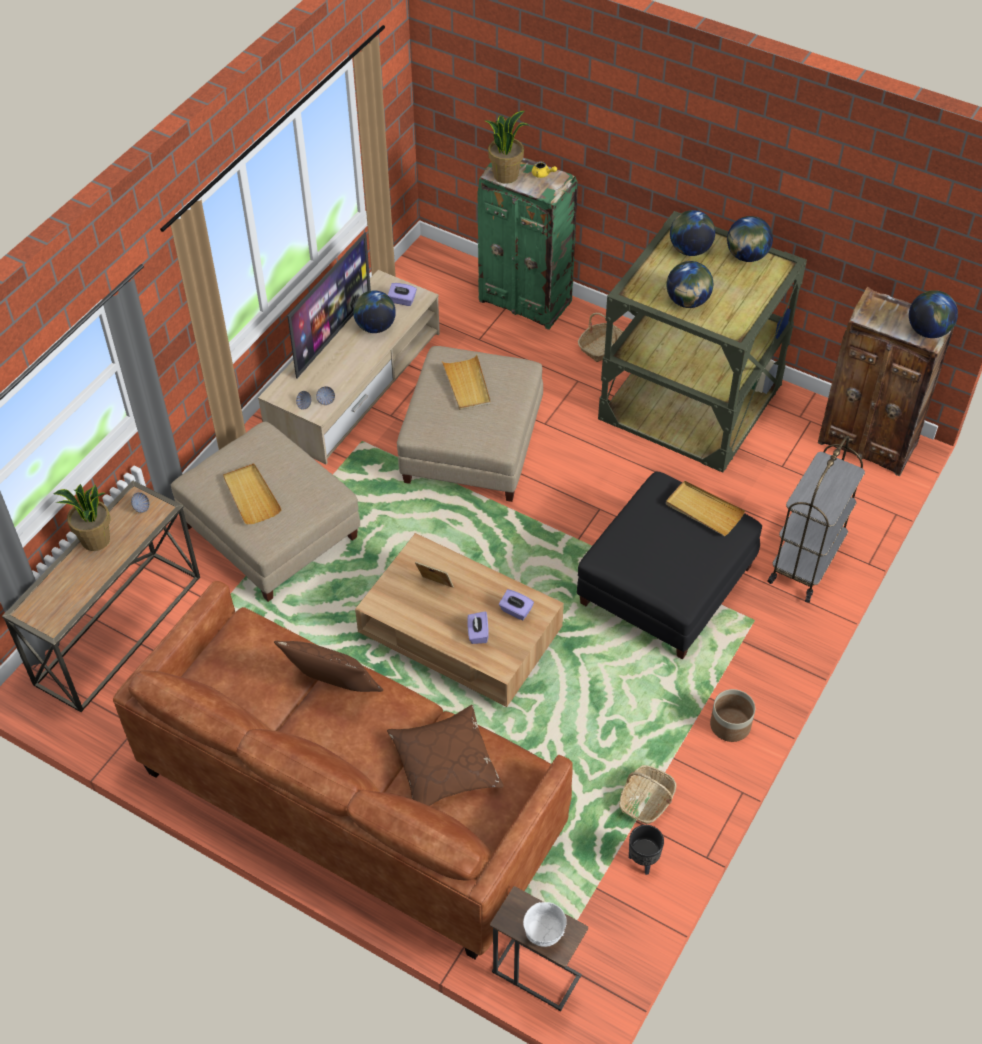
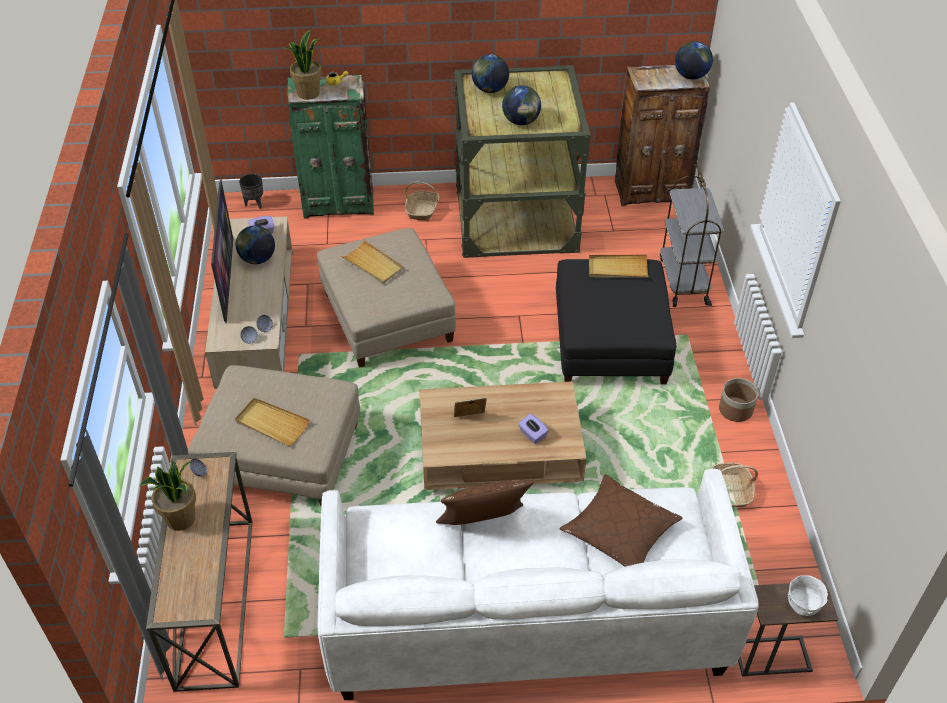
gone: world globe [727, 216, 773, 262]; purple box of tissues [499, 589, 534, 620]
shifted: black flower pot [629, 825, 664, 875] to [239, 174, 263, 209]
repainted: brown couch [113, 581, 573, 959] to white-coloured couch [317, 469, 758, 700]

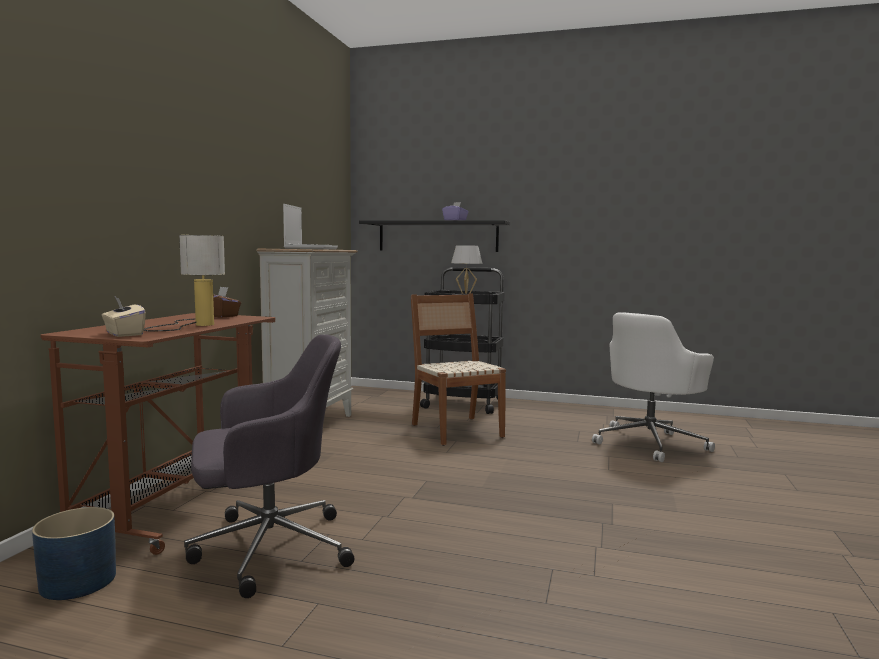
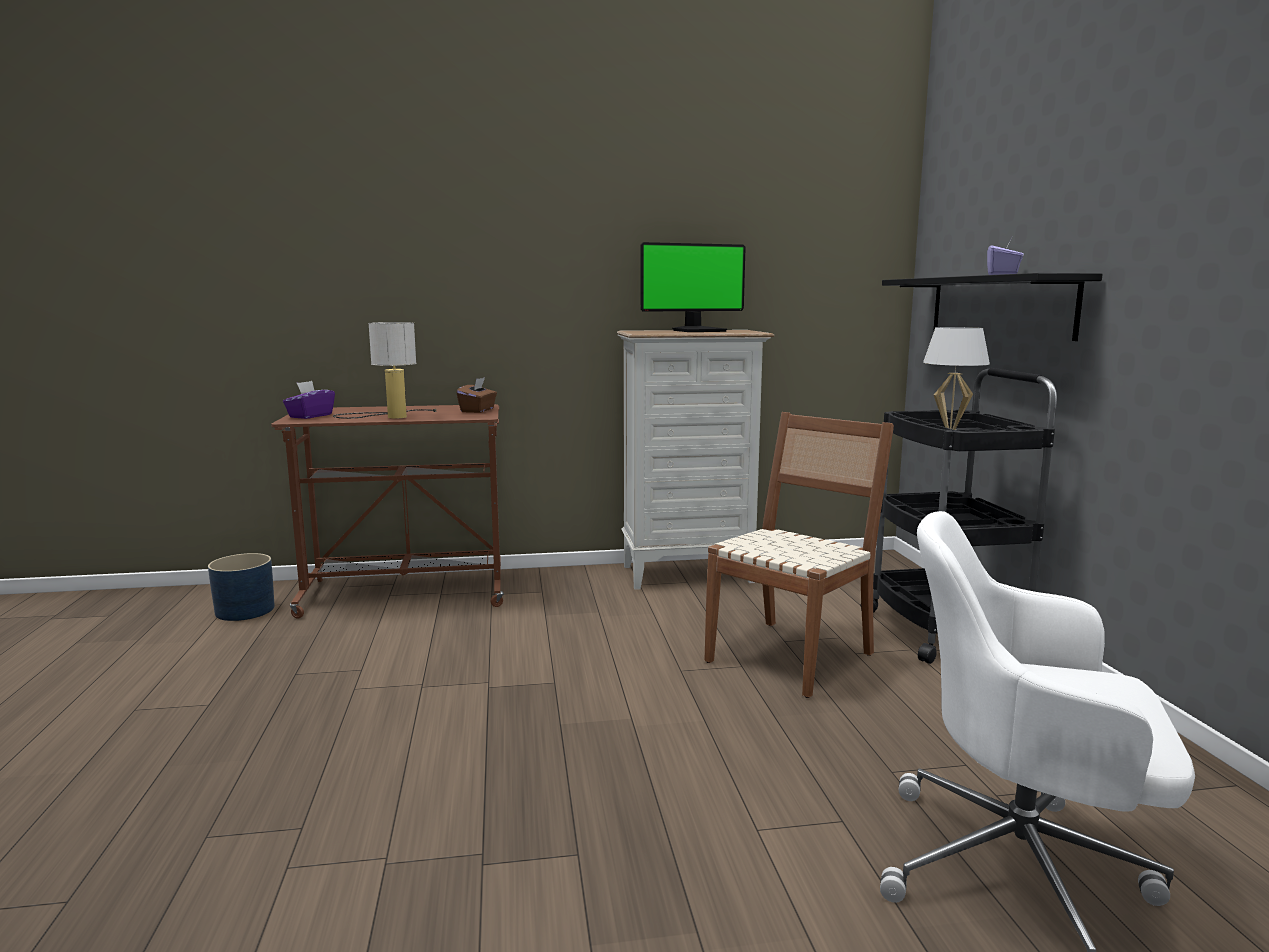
gone: greyish computer chair [184, 334, 354, 598]
swapped: notebook computer [283, 204, 338, 249] to computer display [640, 242, 746, 332]
repainted: beige box of tissues [102, 297, 146, 337] to purple box of tissues [283, 381, 335, 419]

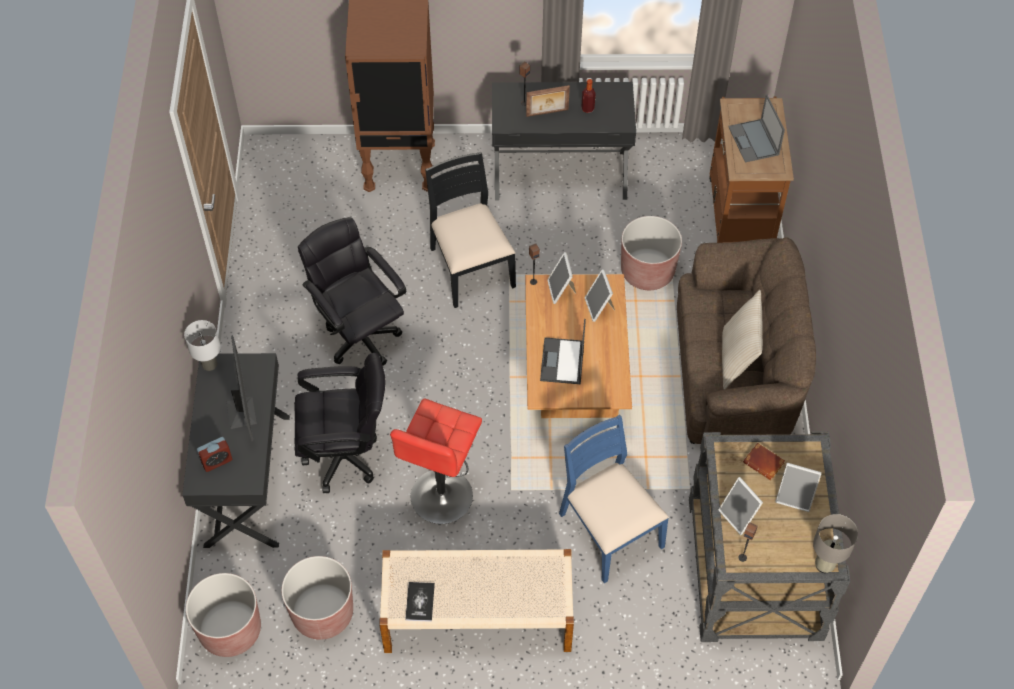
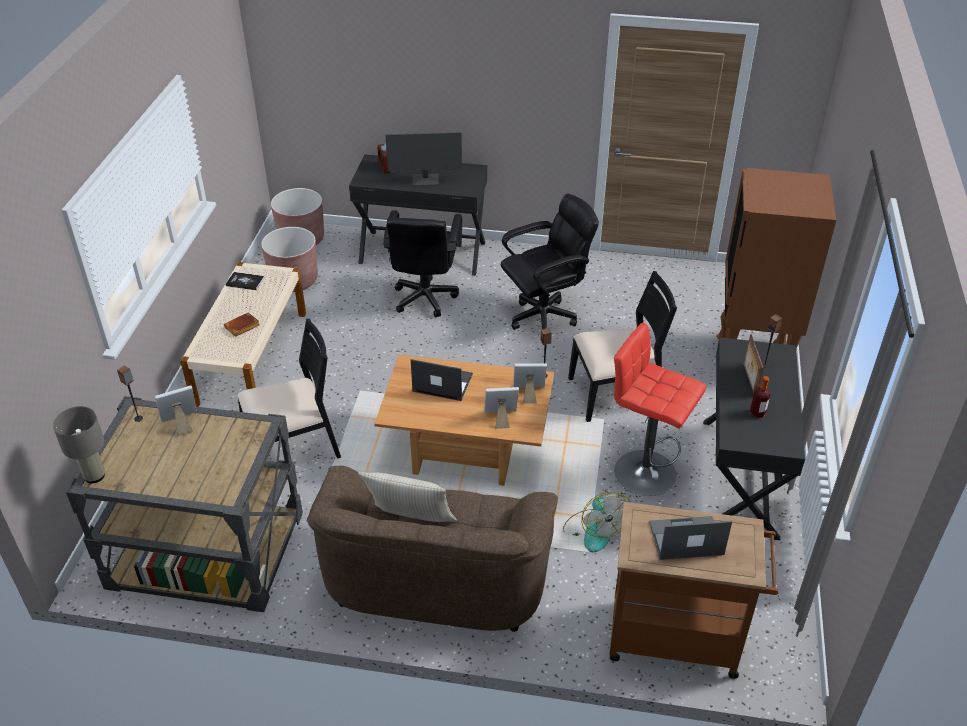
gone: white-coloured table lamp [184, 320, 221, 371]; picture frame [775, 462, 822, 512]
shifted: red stool [390, 398, 482, 524] to [614, 323, 707, 496]; brown bound book [743, 442, 785, 480] to [224, 312, 260, 337]
swapped: brown flower pot [621, 216, 682, 290] to fan [563, 492, 630, 553]
repainted: blue-coloured plain chair [559, 415, 669, 583] to black plain chair [237, 319, 341, 458]

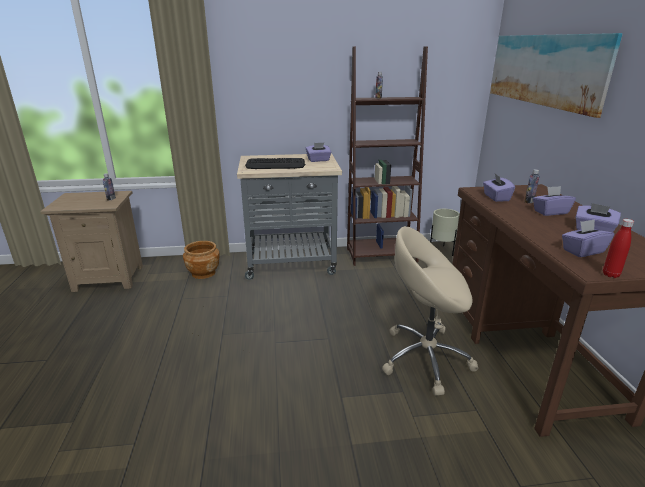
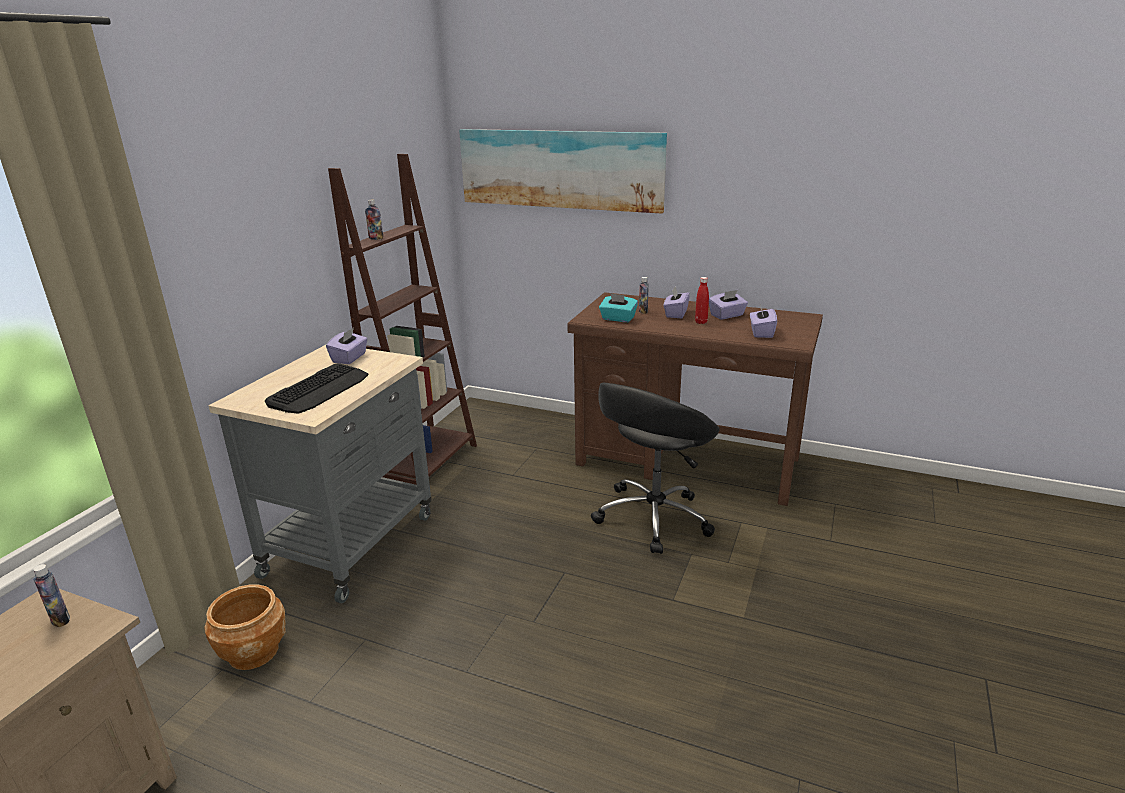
gone: beige flower pot [430, 209, 460, 256]
shifted: red beverage bottle [603, 219, 634, 278] to [695, 277, 709, 324]
repainted: purple box of tissues [483, 174, 515, 202] to turquoise-coloured box of tissues [599, 293, 638, 322]; beige computer chair [382, 226, 478, 396] to black computer chair [591, 383, 720, 554]

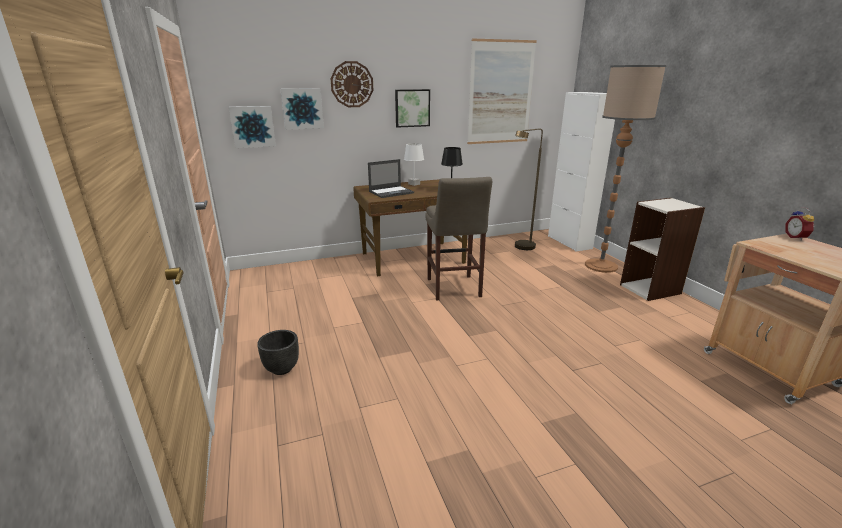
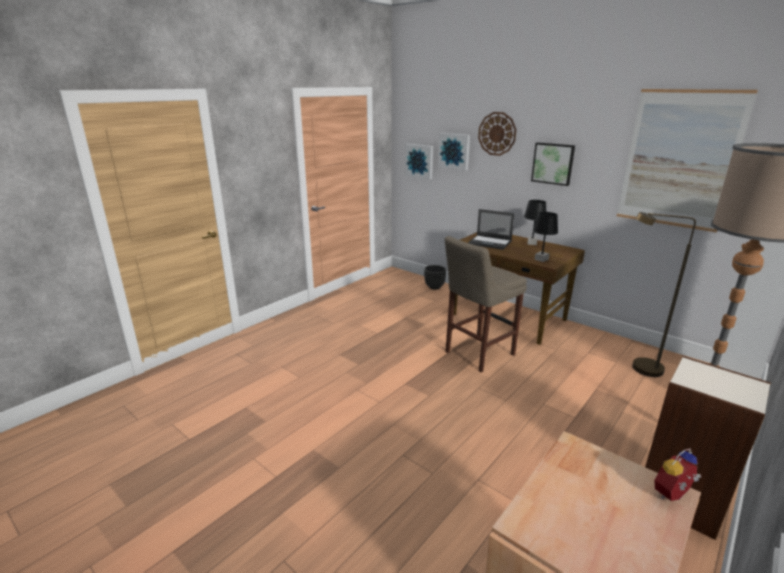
shifted: black flower pot [257, 330, 299, 375] to [424, 265, 446, 290]
repainted: white-coloured table lamp [404, 143, 424, 186] to black table lamp [524, 200, 546, 245]

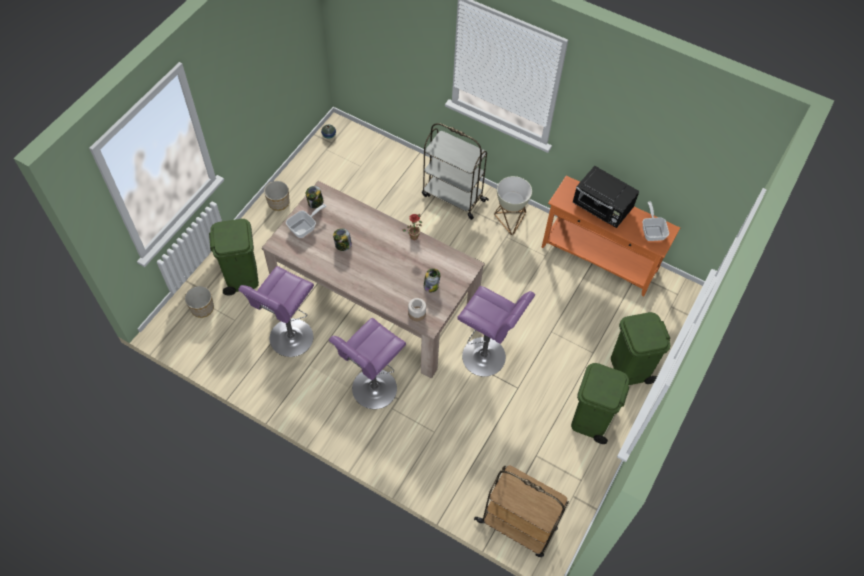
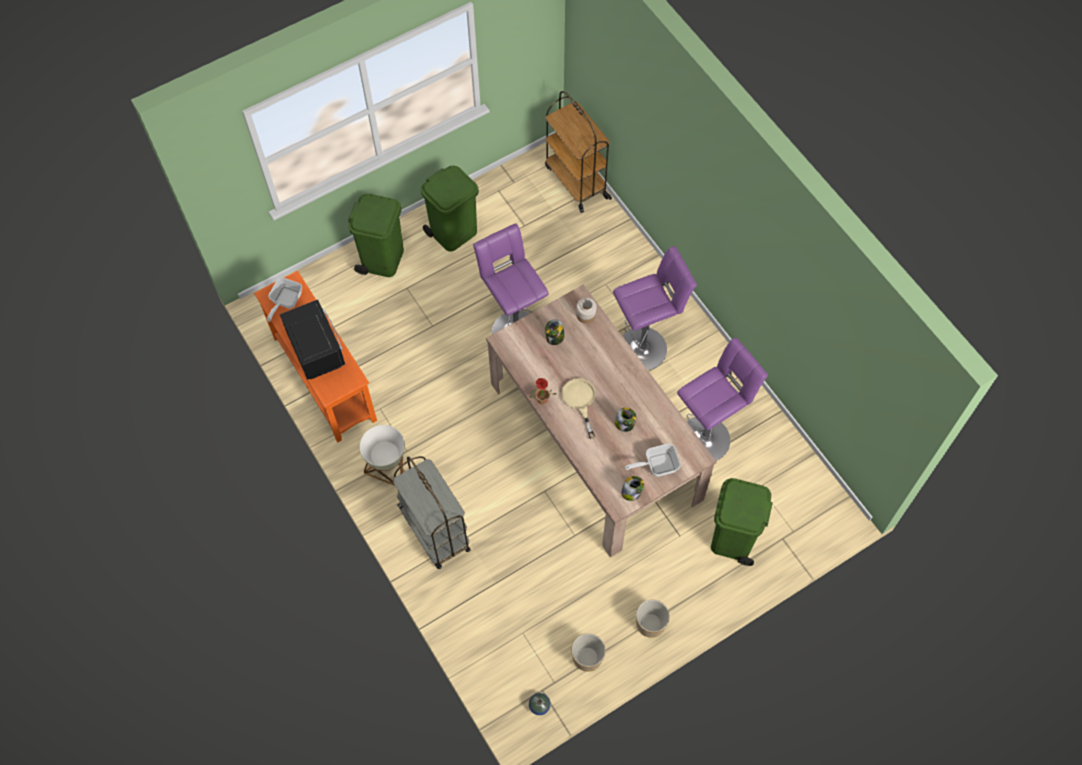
new: beige frying pan [561, 378, 596, 439]
shifted: flower pot [185, 286, 214, 318] to [571, 633, 606, 672]

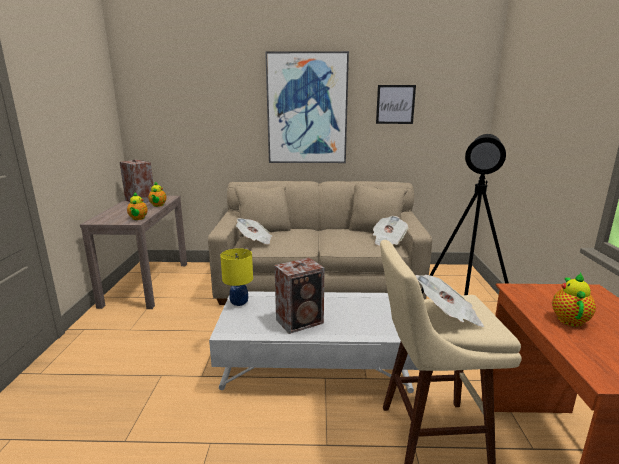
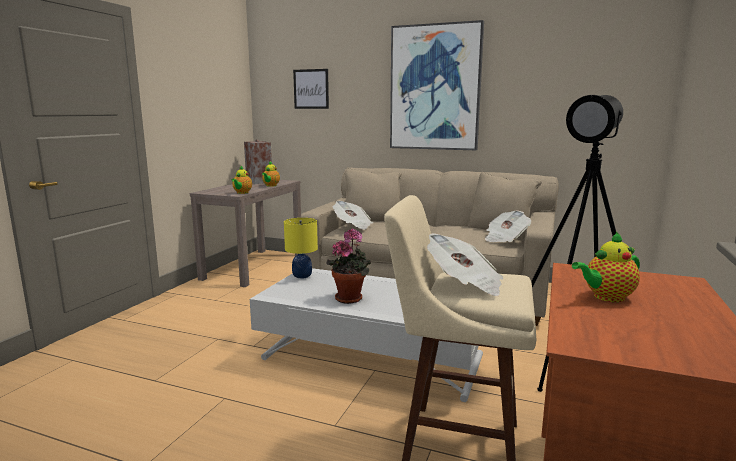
shifted: wall art [376, 85, 416, 124] to [293, 69, 329, 109]
swapped: audio speaker [274, 258, 324, 334] to plant in a pot [326, 228, 371, 304]
rotated: pot for tea [552, 273, 596, 327] = [572, 232, 640, 302] 150 degrees counterclockwise

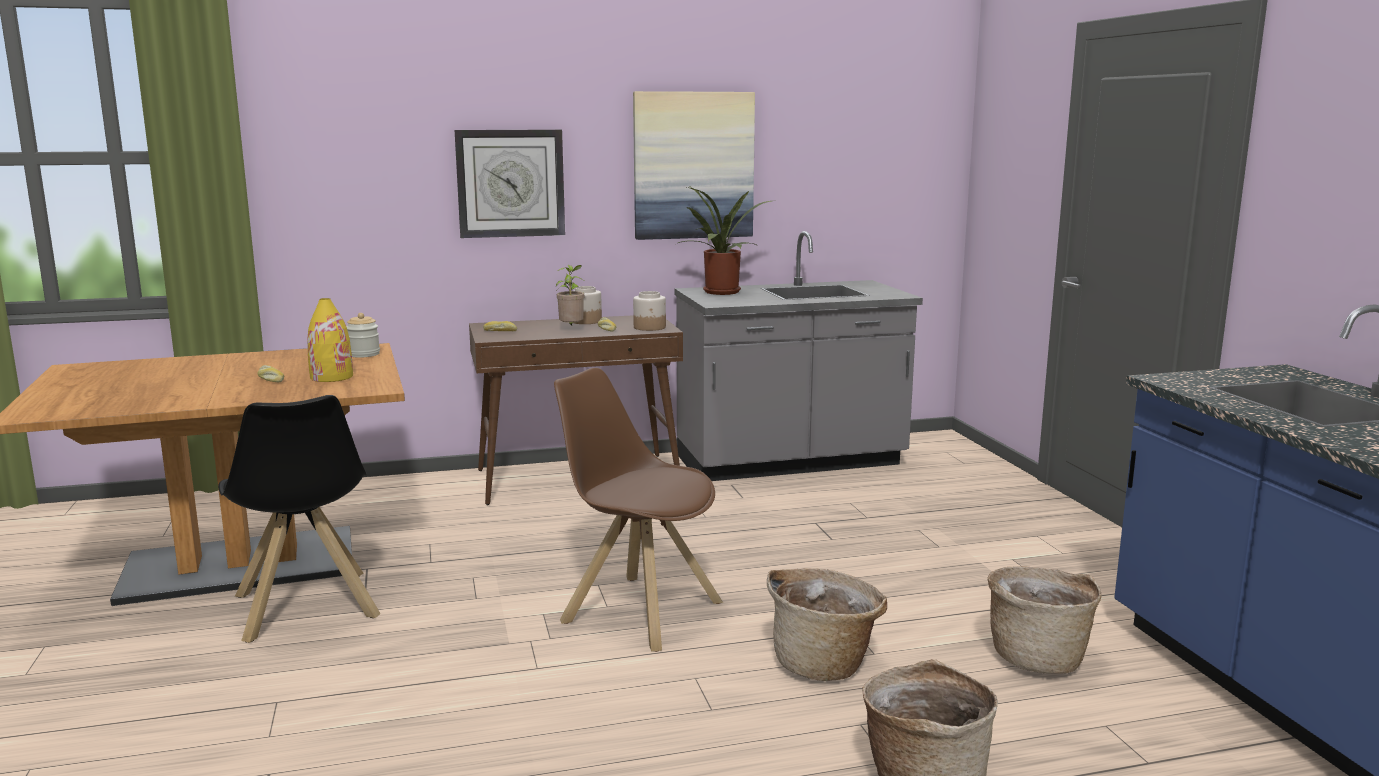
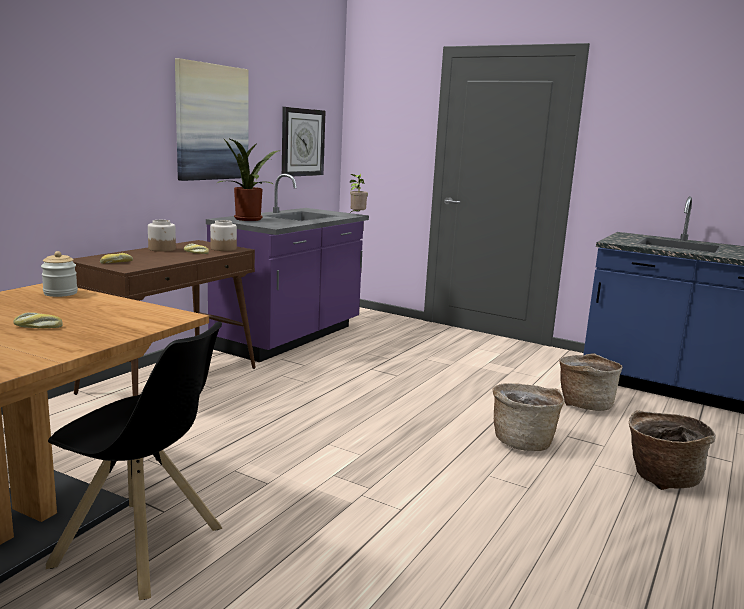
gone: yellowish vase [307, 298, 353, 382]; brown plain chair [554, 368, 723, 652]
shifted: clock on the wall [455, 130, 565, 238] to [282, 107, 325, 176]; plant in a pot [556, 265, 586, 326] to [350, 174, 368, 213]
repainted: greyish kitchen base unit [674, 231, 923, 481] to purple kitchen base unit [206, 173, 369, 362]

